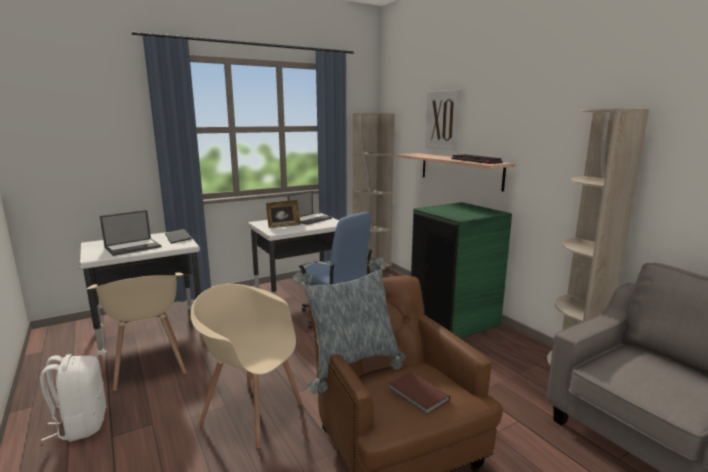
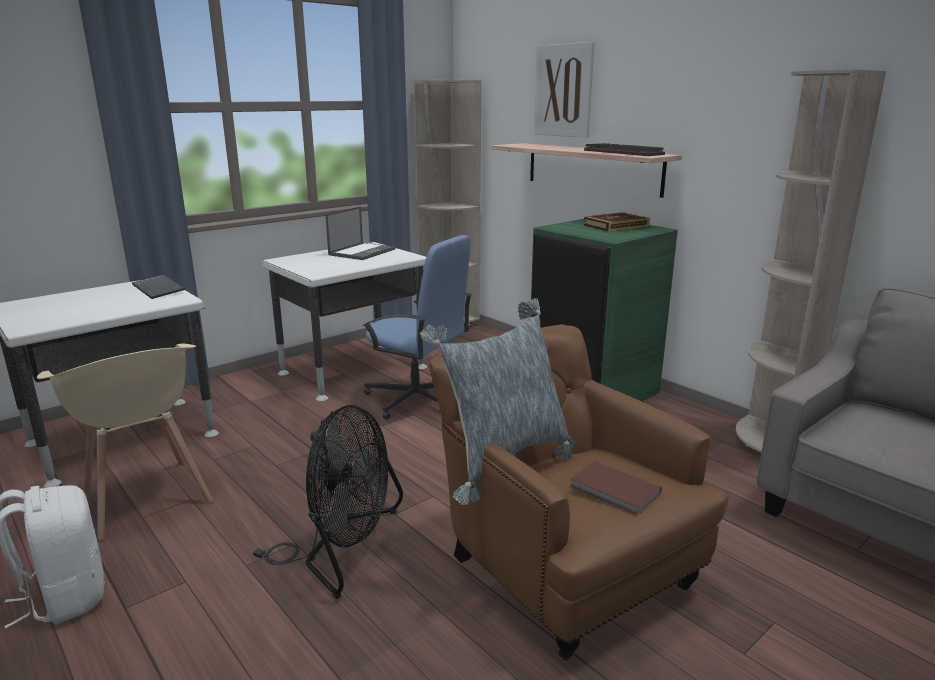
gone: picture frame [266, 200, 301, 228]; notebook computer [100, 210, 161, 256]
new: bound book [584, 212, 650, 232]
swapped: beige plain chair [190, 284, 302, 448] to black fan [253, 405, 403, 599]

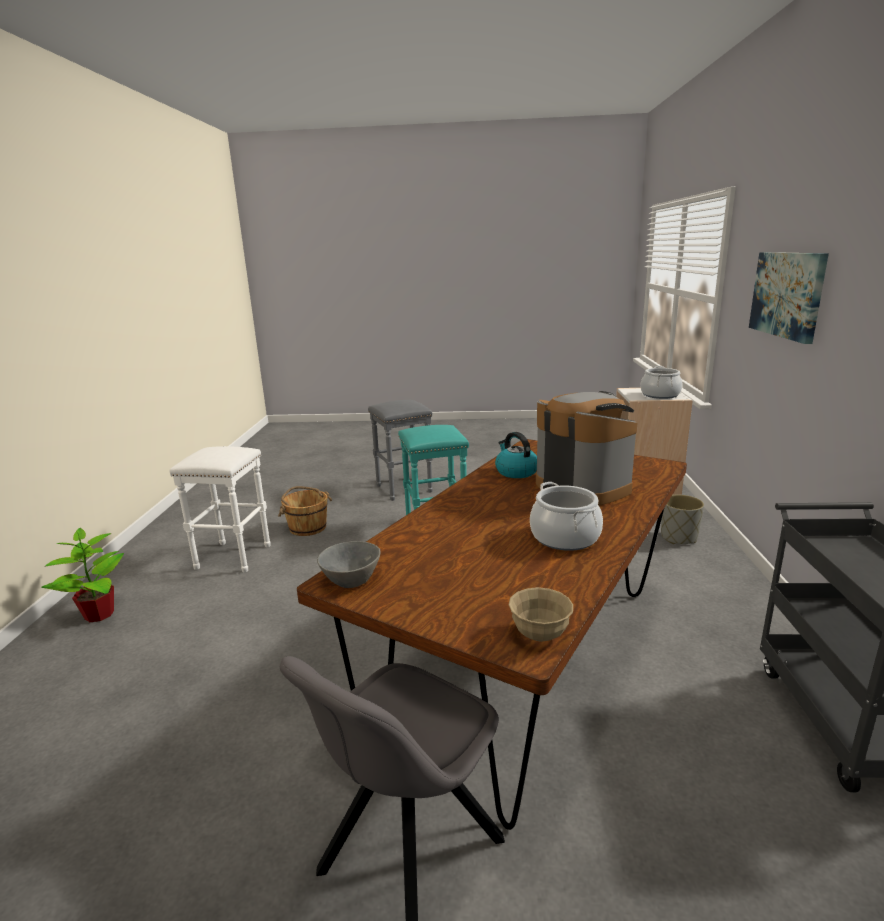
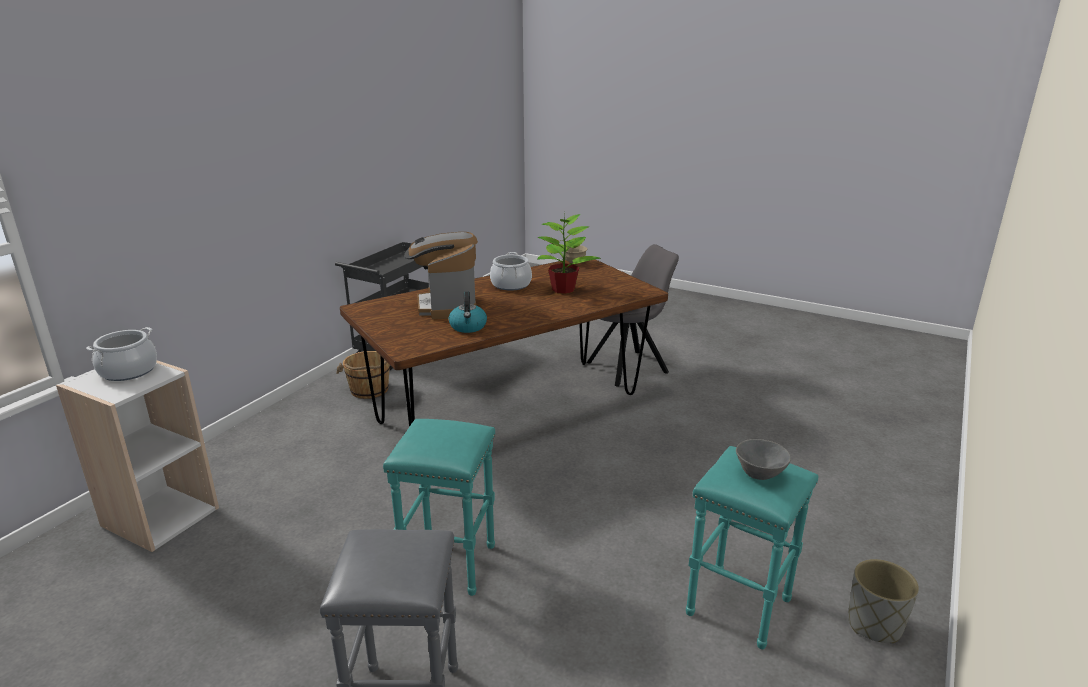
gone: wall art [749, 252, 829, 344]
shifted: brown bucket [278, 486, 332, 536] to [336, 351, 390, 399]; greyish flower pot [661, 495, 704, 544] to [848, 559, 919, 644]; plant in a pot [41, 528, 124, 622] to [537, 212, 601, 294]; greyish bowl [317, 541, 381, 588] to [736, 439, 791, 480]
repainted: white-coloured stool [170, 446, 271, 572] to turquoise-coloured stool [686, 446, 818, 649]

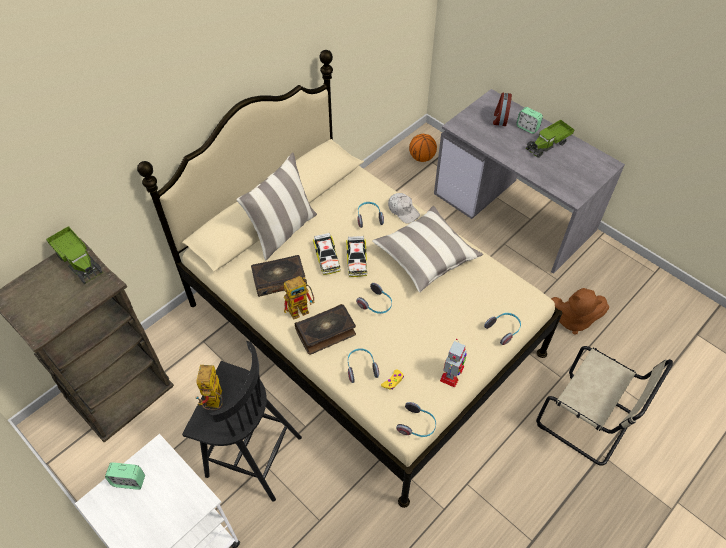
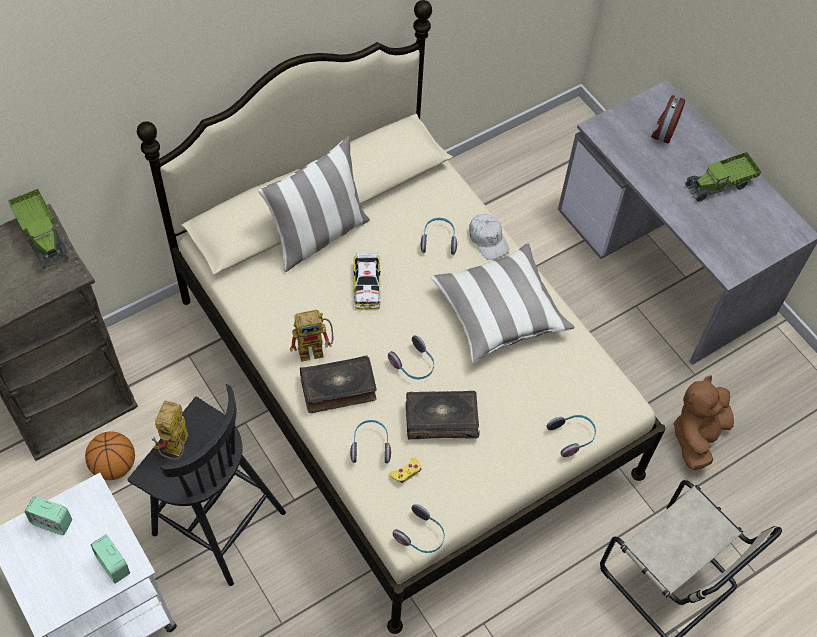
gone: model car [346, 236, 367, 277]; model robot [440, 339, 467, 388]
shifted: bedside clock [516, 107, 543, 134] to [90, 535, 130, 583]; basketball ball [409, 134, 437, 162] to [85, 431, 135, 480]; bound book [251, 255, 307, 297] to [406, 391, 480, 440]
rotated: brown soft toy [551, 288, 609, 335] = [673, 375, 734, 470] 105 degrees clockwise

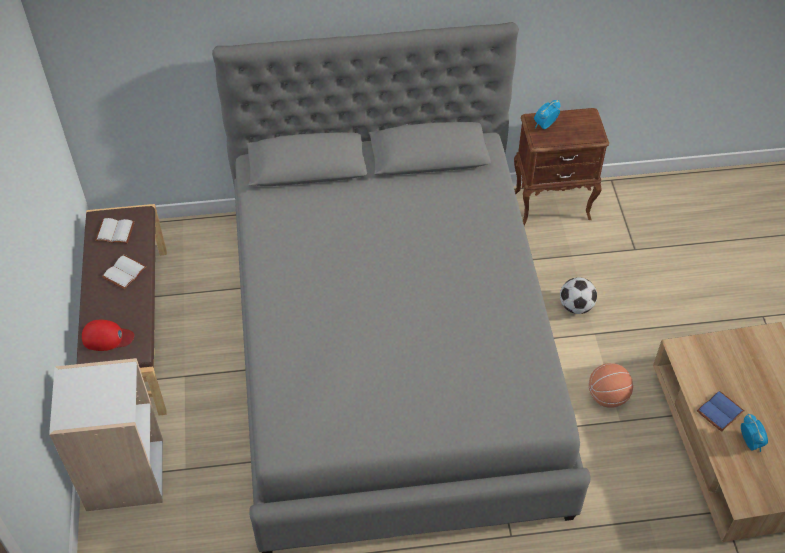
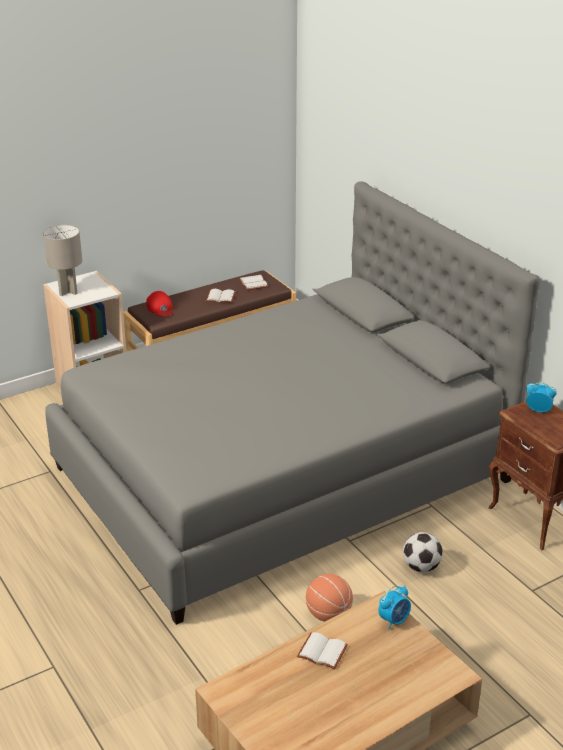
new: greyish table lamp [43, 225, 82, 296]
shifted: bedside clock [741, 414, 768, 452] to [378, 585, 411, 630]
repainted: blue-coloured bound book [697, 391, 744, 432] to white-coloured bound book [297, 632, 348, 669]

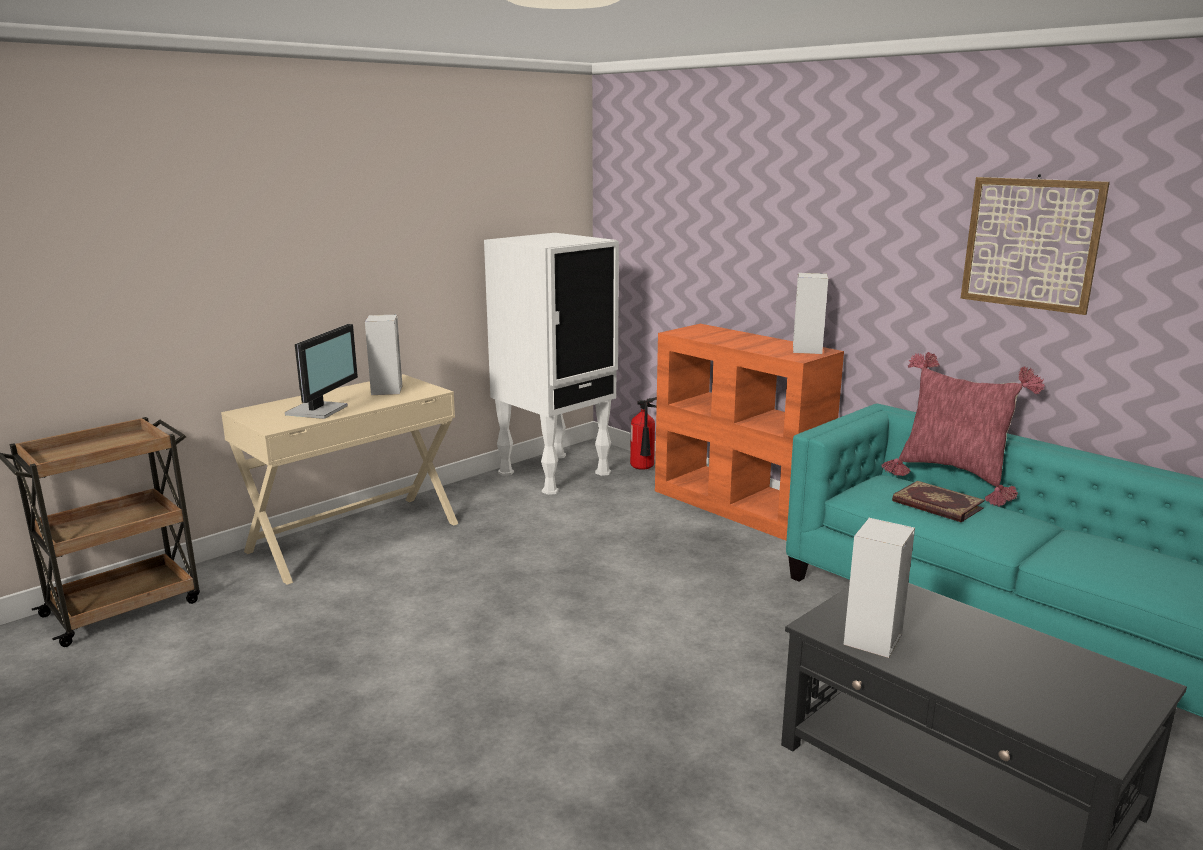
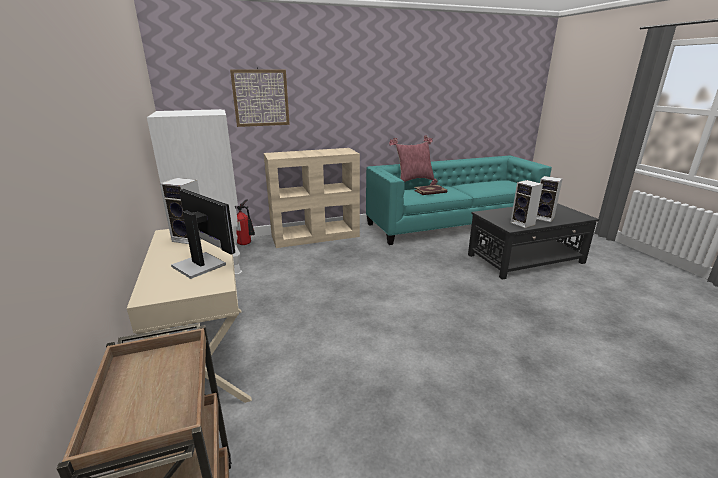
shifted: wall art [961, 174, 1110, 315] to [230, 67, 290, 127]; audio speaker [793, 273, 828, 354] to [536, 176, 563, 222]
repainted: orangey bookcase [655, 324, 844, 540] to beige bookcase [264, 148, 360, 248]

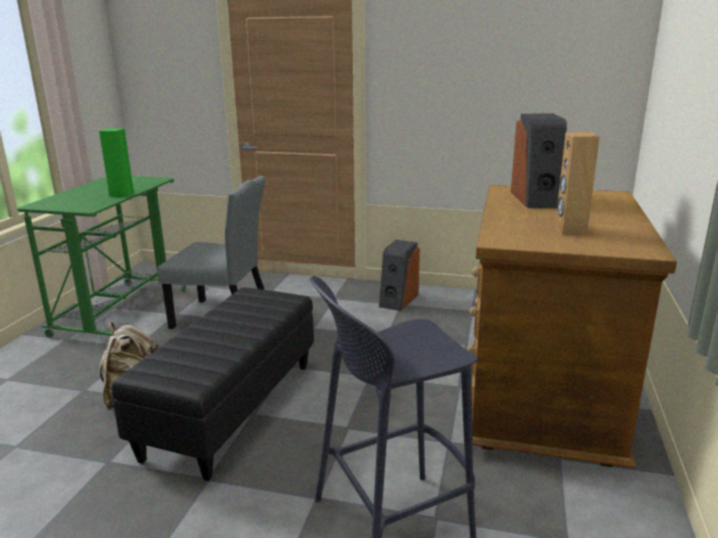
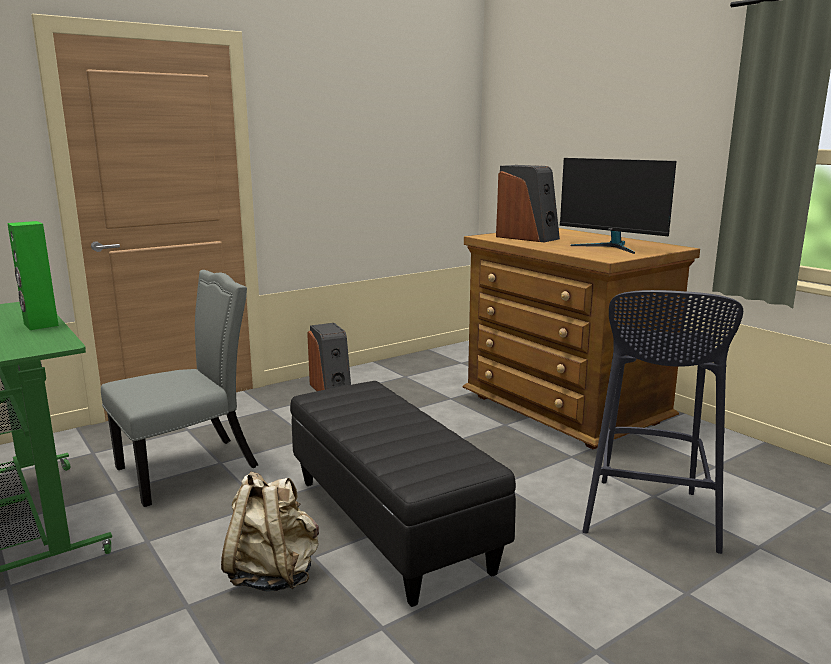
swapped: brown audio speaker [555, 132, 600, 235] to computer display [560, 158, 677, 254]

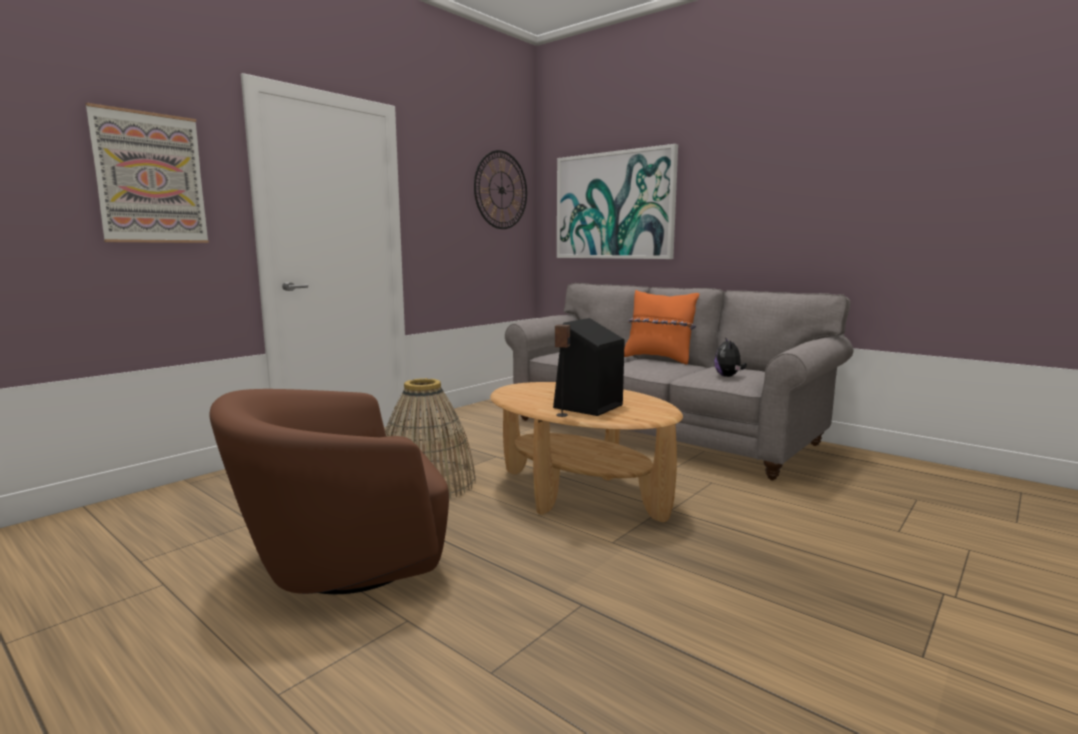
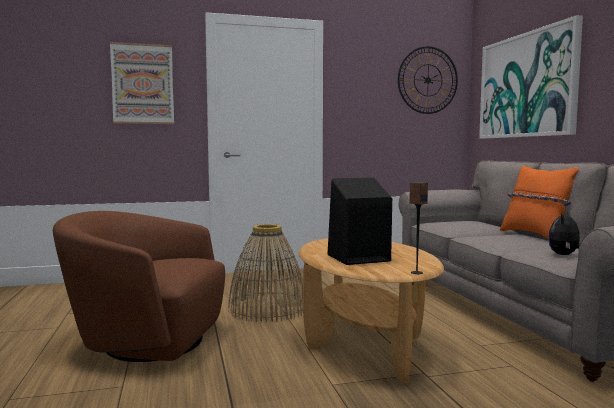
shifted: audio speaker [555, 324, 570, 417] to [409, 182, 428, 274]

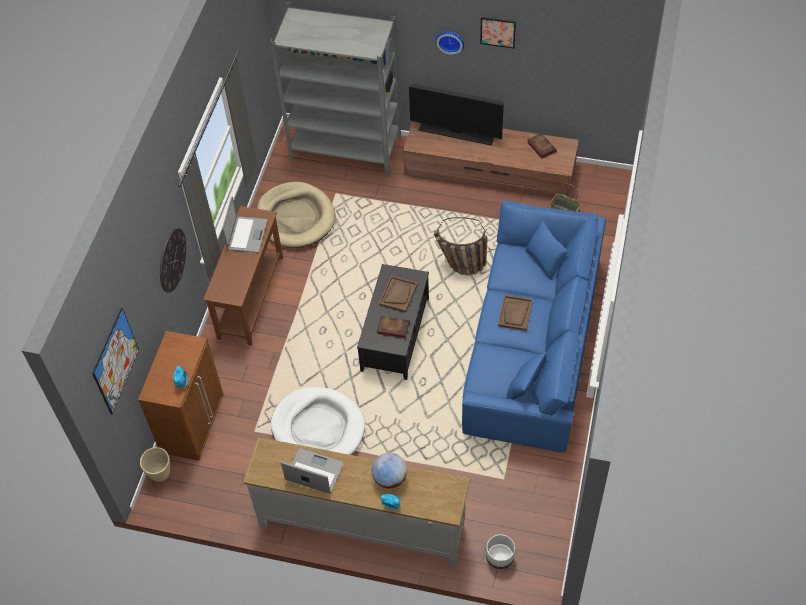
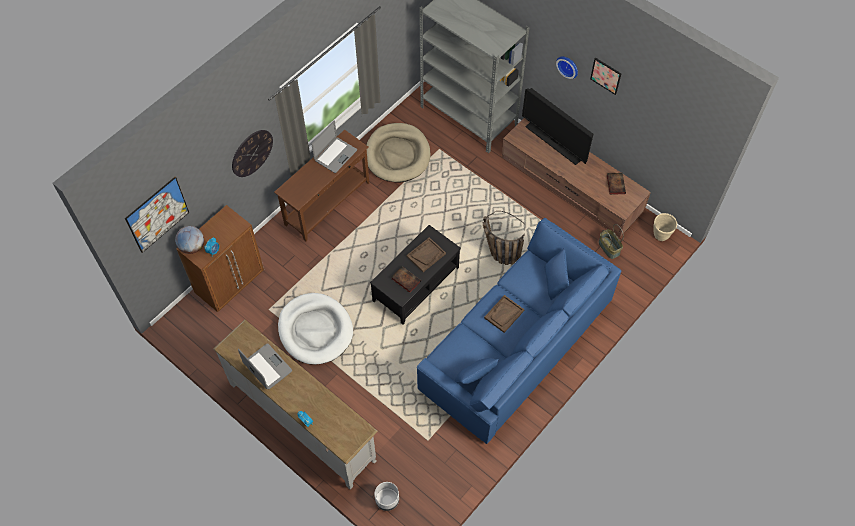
shifted: beige flower pot [140, 447, 170, 482] to [653, 213, 677, 241]; world globe [372, 453, 407, 489] to [175, 226, 204, 254]

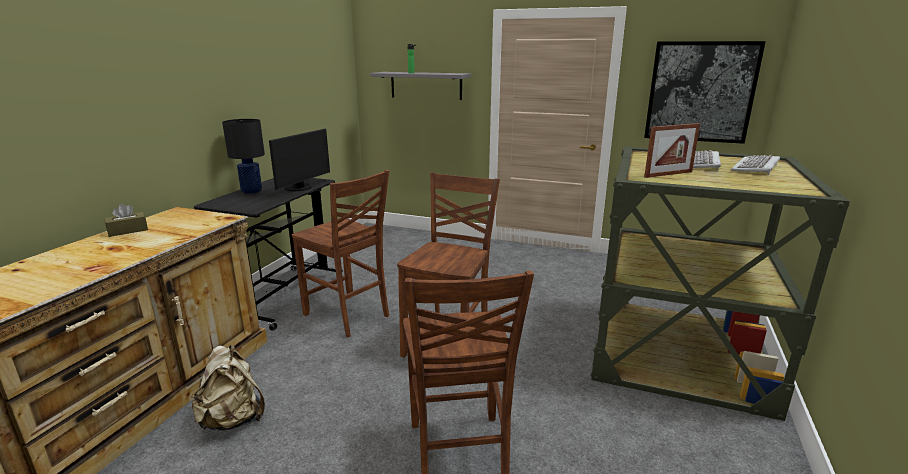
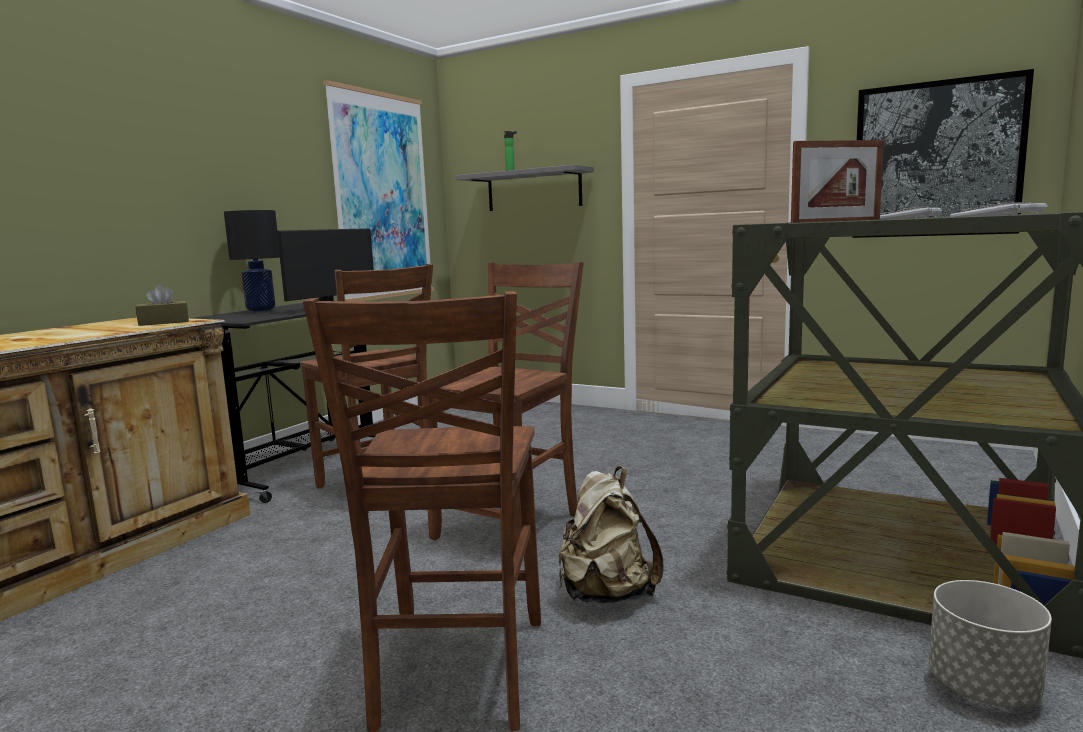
new: wall art [323, 80, 434, 302]; greyish flower pot [929, 580, 1052, 707]
shifted: brown box of tissues [104, 204, 148, 237] to [135, 285, 189, 326]; beige rucksack [191, 345, 265, 431] to [559, 466, 664, 603]

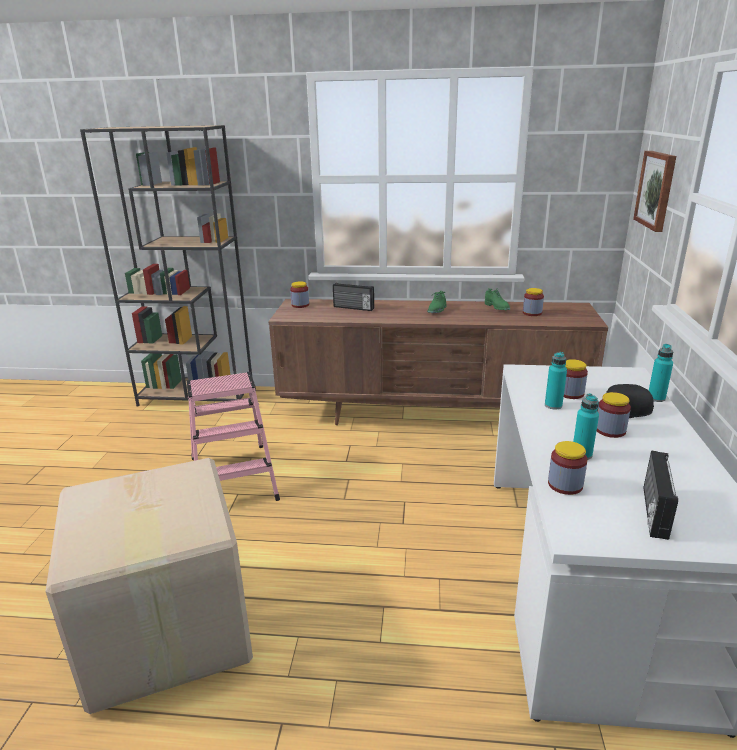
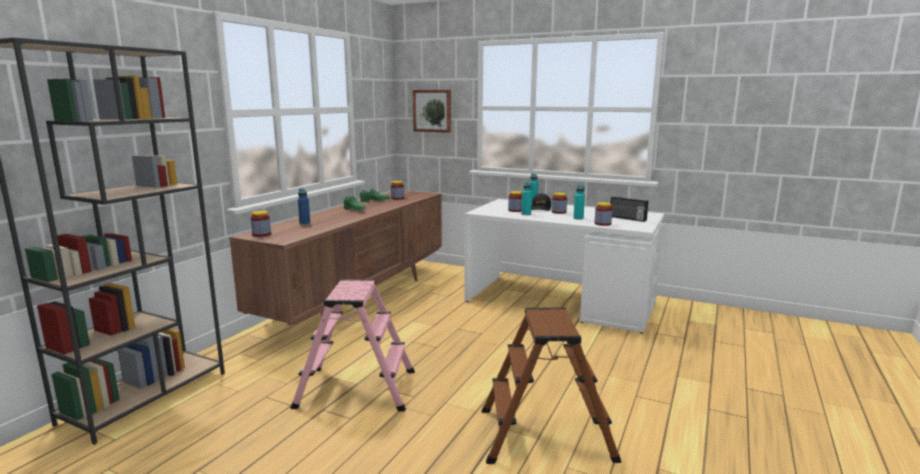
swapped: radio set [333, 283, 374, 311] to blue-coloured beverage bottle [298, 188, 310, 225]; carton [45, 458, 253, 714] to brown step stool [481, 308, 622, 464]

